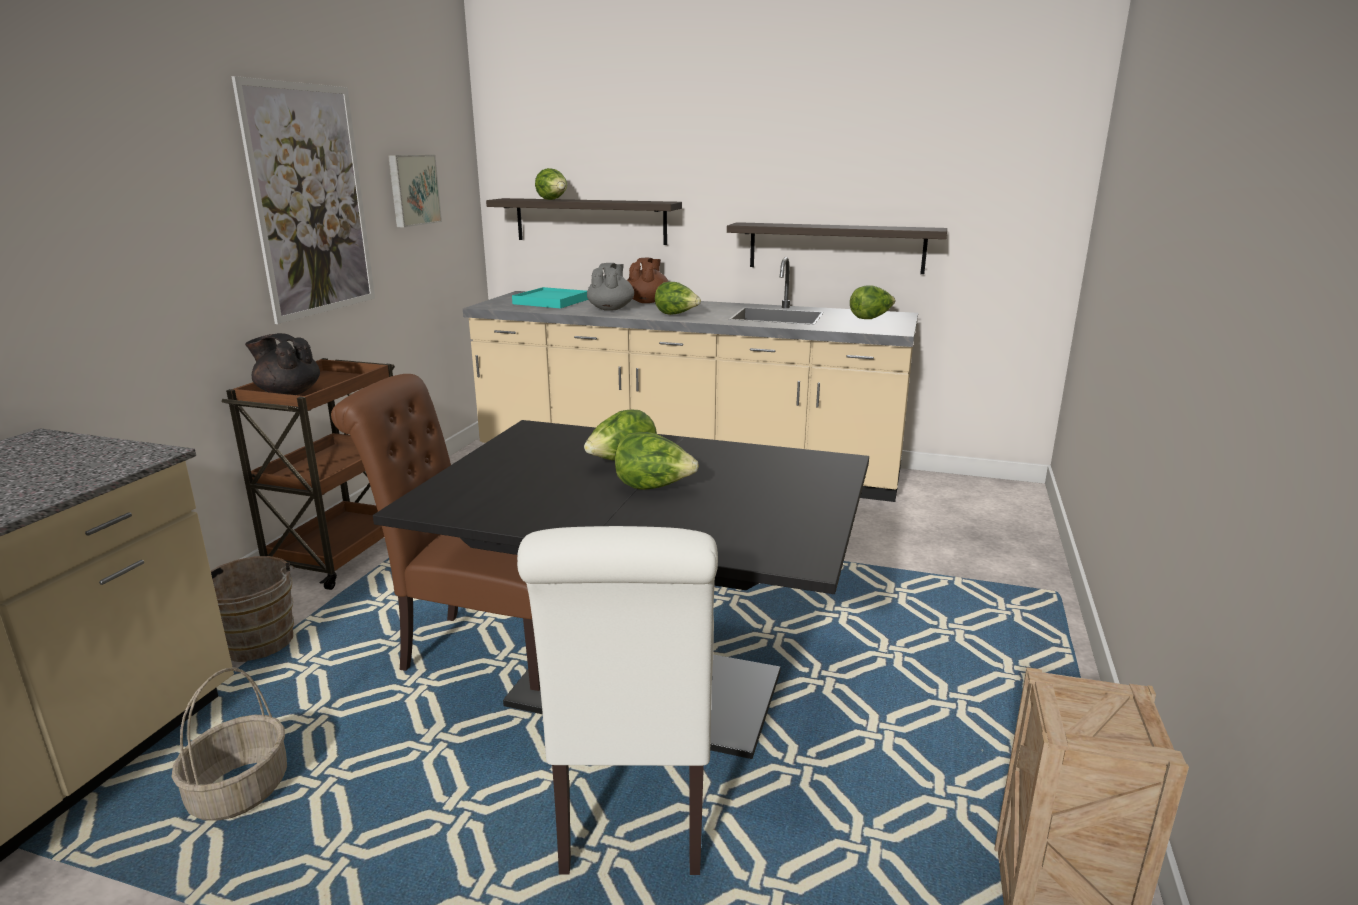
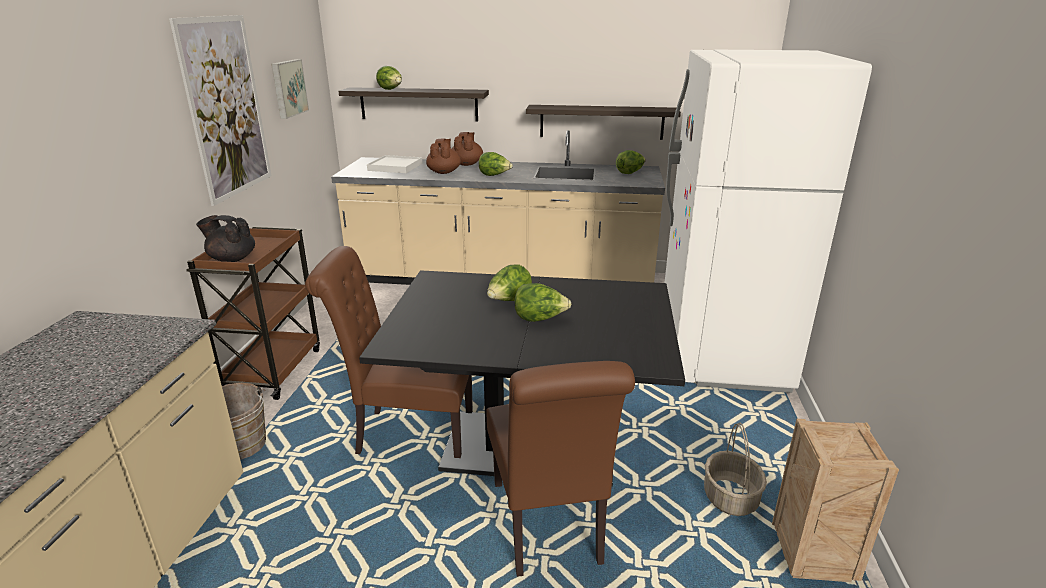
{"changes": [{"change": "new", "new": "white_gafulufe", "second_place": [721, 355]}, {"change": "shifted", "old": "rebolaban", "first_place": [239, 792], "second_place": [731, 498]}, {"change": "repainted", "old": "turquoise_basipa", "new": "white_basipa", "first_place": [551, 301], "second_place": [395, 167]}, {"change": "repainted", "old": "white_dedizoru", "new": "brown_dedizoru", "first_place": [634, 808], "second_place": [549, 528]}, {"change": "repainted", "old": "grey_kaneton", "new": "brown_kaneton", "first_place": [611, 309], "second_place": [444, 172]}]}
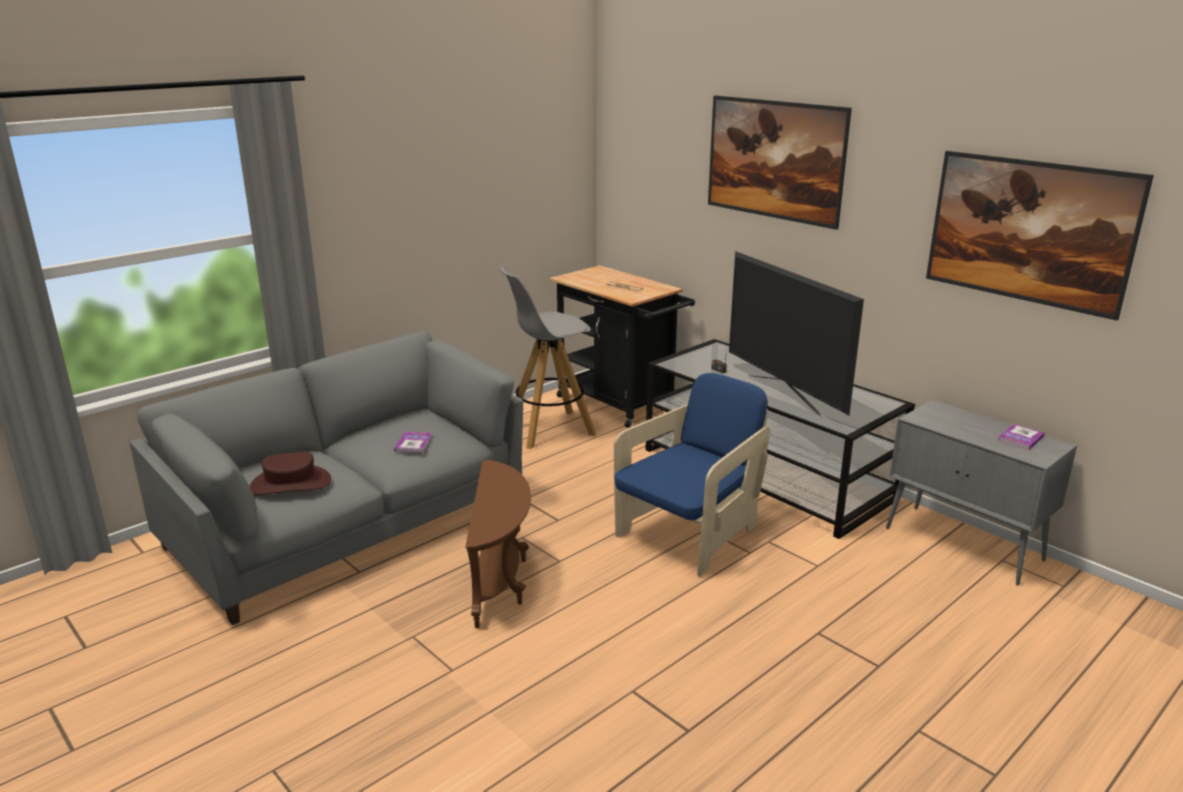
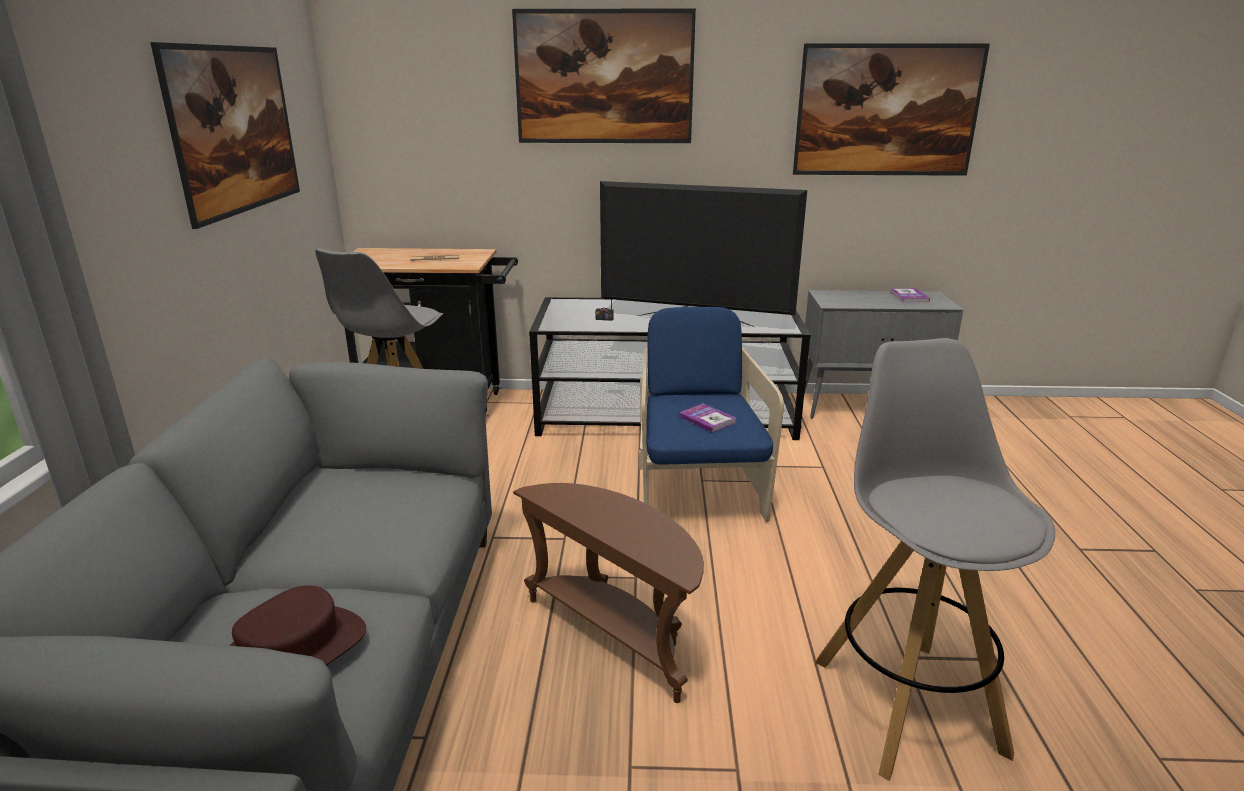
{"changes": [{"change": "new", "new": "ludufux", "second_place": [243, 169]}, {"change": "new", "new": "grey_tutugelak", "second_place": [906, 702]}, {"change": "shifted", "old": "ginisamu", "first_place": [413, 443], "second_place": [707, 419]}]}
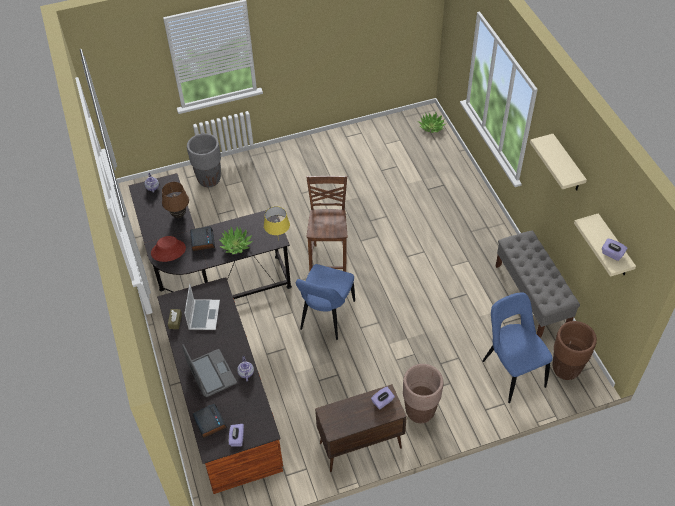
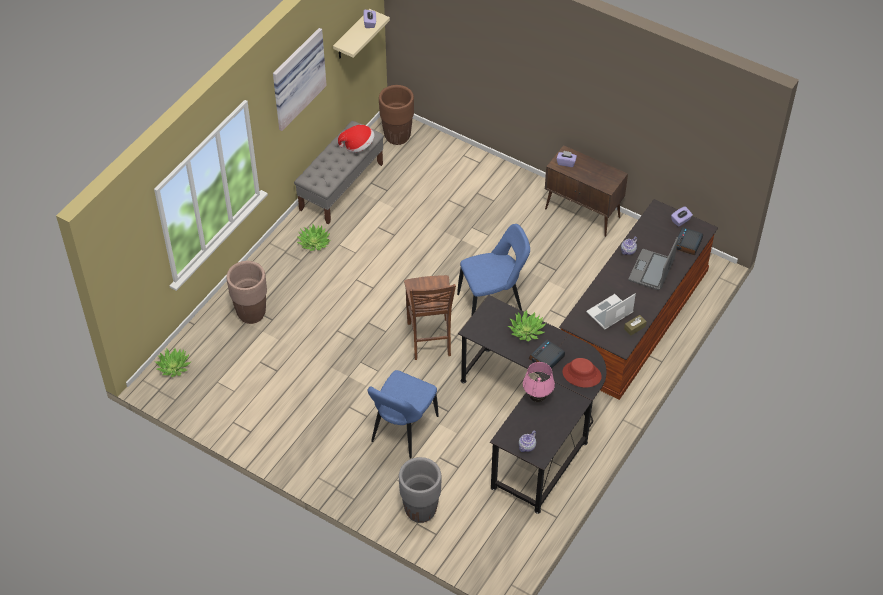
{"changes": [{"change": "gone", "old": "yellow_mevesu", "first_place": [278, 240]}, {"change": "new", "new": "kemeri", "second_place": [314, 242]}, {"change": "new", "new": "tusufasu", "second_place": [358, 145]}, {"change": "shifted", "old": "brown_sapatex", "first_place": [420, 411], "second_place": [251, 313]}, {"change": "shifted", "old": "blue_dedizoru", "first_place": [511, 371], "second_place": [402, 431]}, {"change": "swapped", "old": "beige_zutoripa", "new": "ludufux", "first_place": [567, 164], "second_place": [296, 78]}, {"change": "repainted", "old": "brown_mevesu", "new": "pink_mevesu", "first_place": [179, 215], "second_place": [537, 398]}, {"change": "rotated", "old": "brown_dedizoru", "first_place": [329, 259], "second_place": [429, 340], "degrees": -60}]}
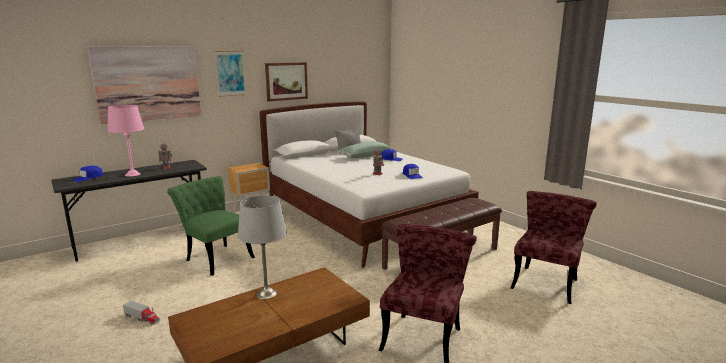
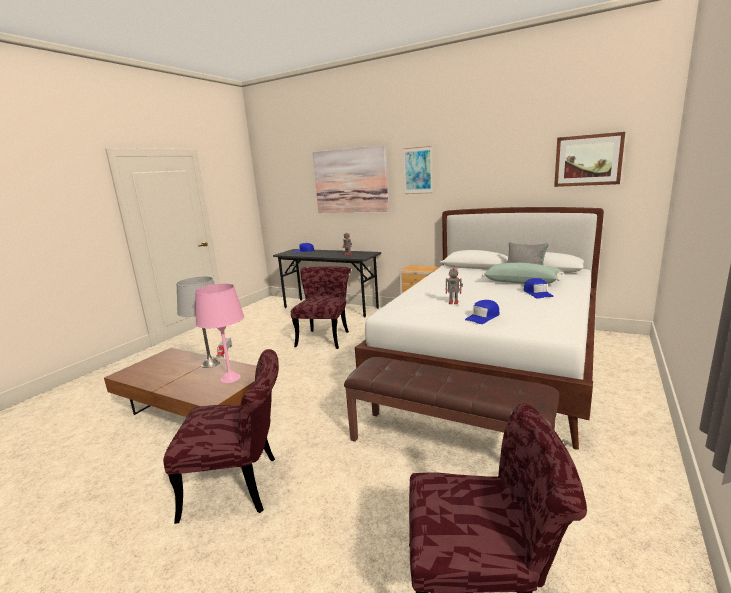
{"changes": [{"change": "shifted", "old": "pink_mevesu", "first_place": [132, 174], "second_place": [230, 378]}, {"change": "shifted", "old": "ludufux", "first_place": [286, 81], "second_place": [588, 160]}, {"change": "repainted", "old": "green_dedizoru", "new": "red_dedizoru", "first_place": [215, 257], "second_place": [325, 337]}]}
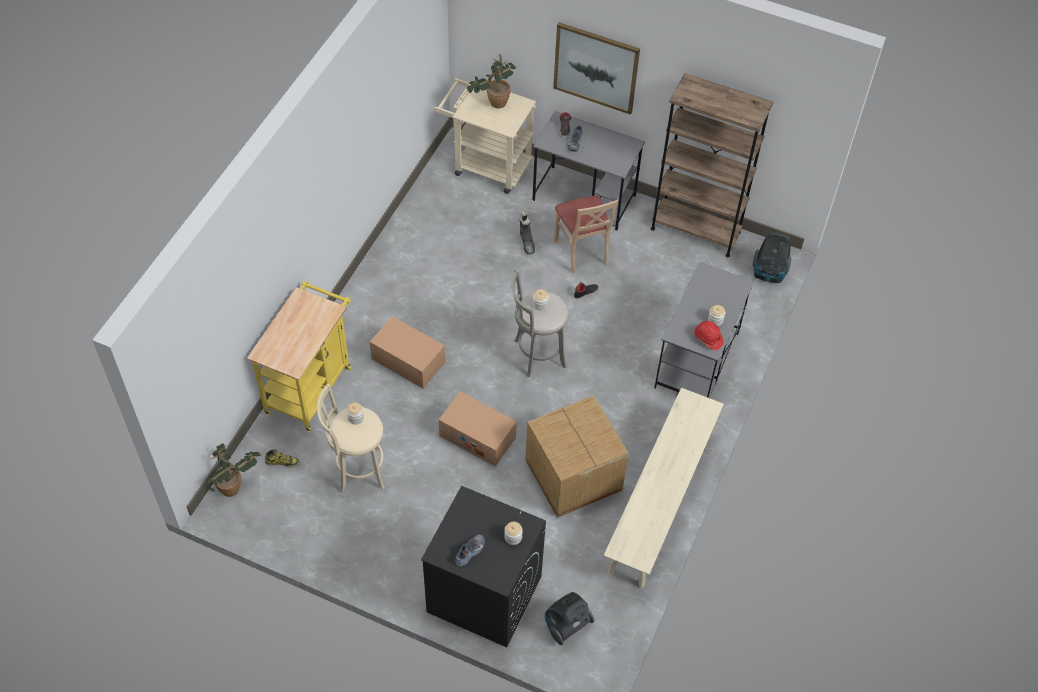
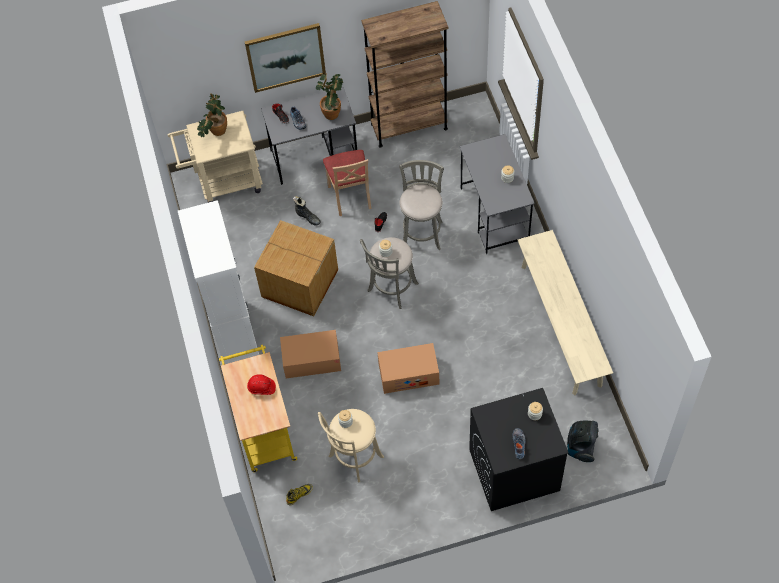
{"changes": [{"change": "gone", "old": "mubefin", "first_place": [769, 274]}, {"change": "new", "new": "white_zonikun", "second_place": [234, 334]}, {"change": "new", "new": "grey_tutugelak", "second_place": [422, 232]}, {"change": "shifted", "old": "kemeri", "first_place": [235, 487], "second_place": [333, 111]}, {"change": "shifted", "old": "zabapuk", "first_place": [573, 476], "second_place": [300, 284]}, {"change": "shifted", "old": "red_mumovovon", "first_place": [708, 339], "second_place": [261, 388]}, {"change": "rotated", "old": "beige_dedizoru", "first_place": [582, 251], "second_place": [350, 196], "degrees": 45}]}
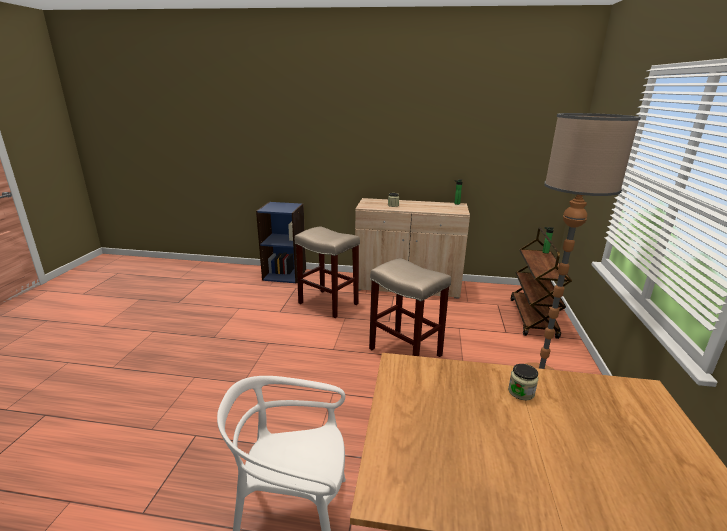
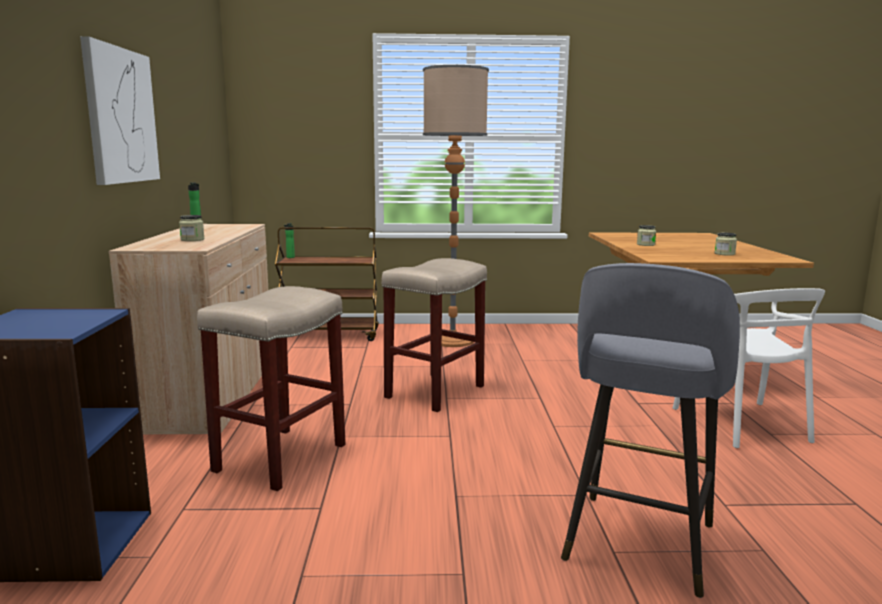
{"changes": [{"change": "new", "new": "ludufux", "second_place": [120, 116]}, {"change": "new", "new": "grey_tutugelak", "second_place": [638, 544]}, {"change": "new", "new": "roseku", "second_place": [724, 254]}]}
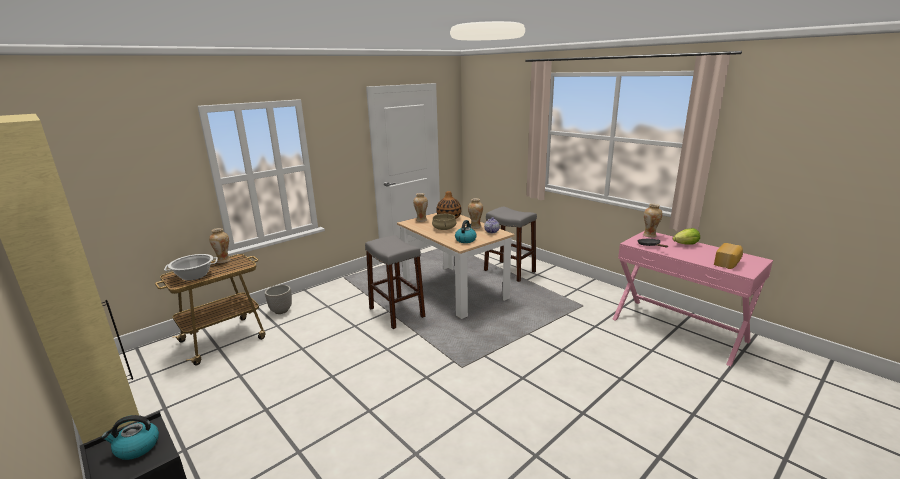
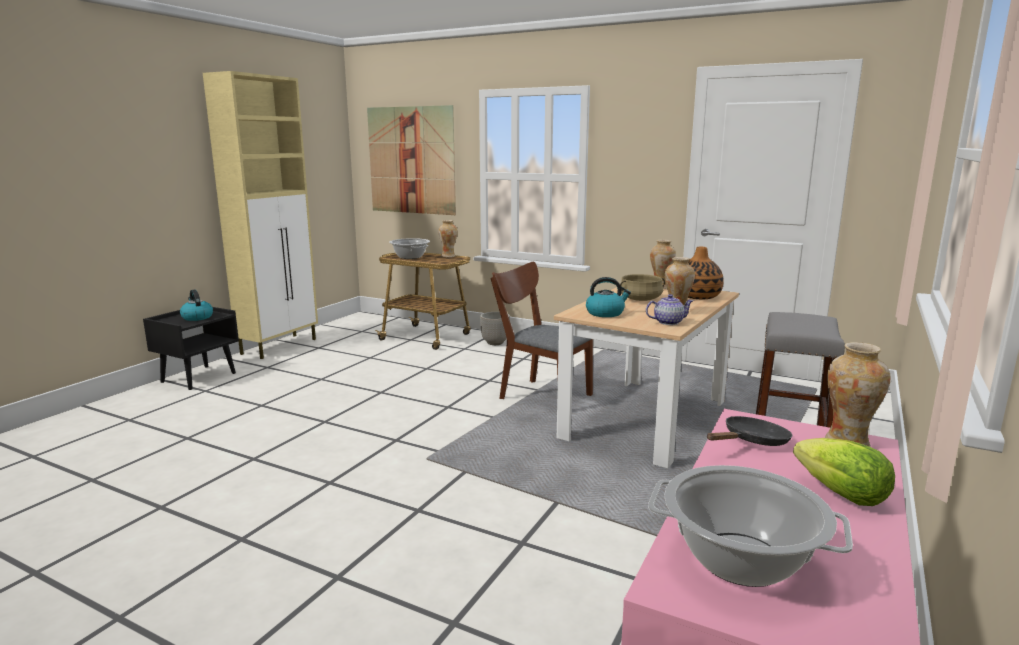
{"changes": [{"change": "new", "new": "ludufux", "second_place": [411, 160]}, {"change": "swapped", "old": "grey_tutugelak", "new": "brown_dedizoru", "first_place": [396, 312], "second_place": [540, 395]}, {"change": "swapped", "old": "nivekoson", "new": "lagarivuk", "first_place": [728, 263], "second_place": [740, 560]}]}
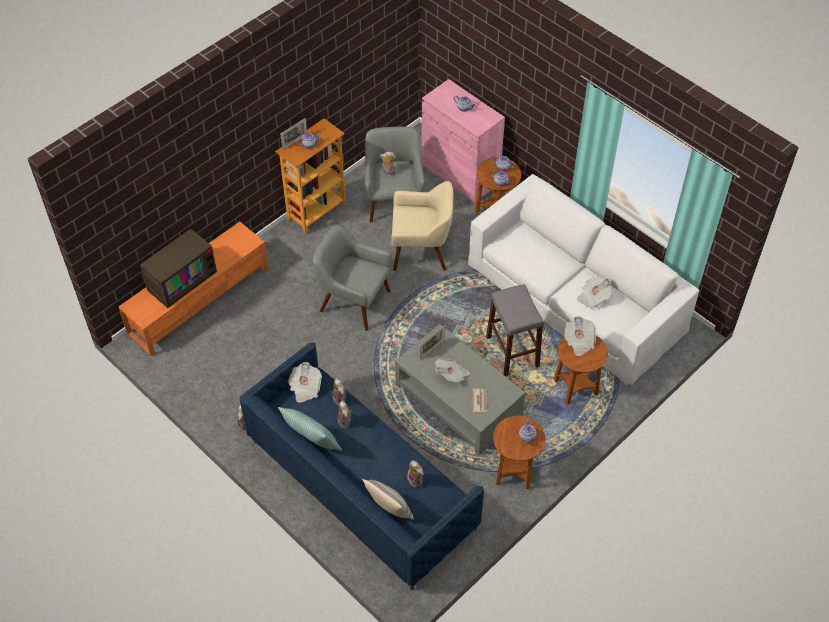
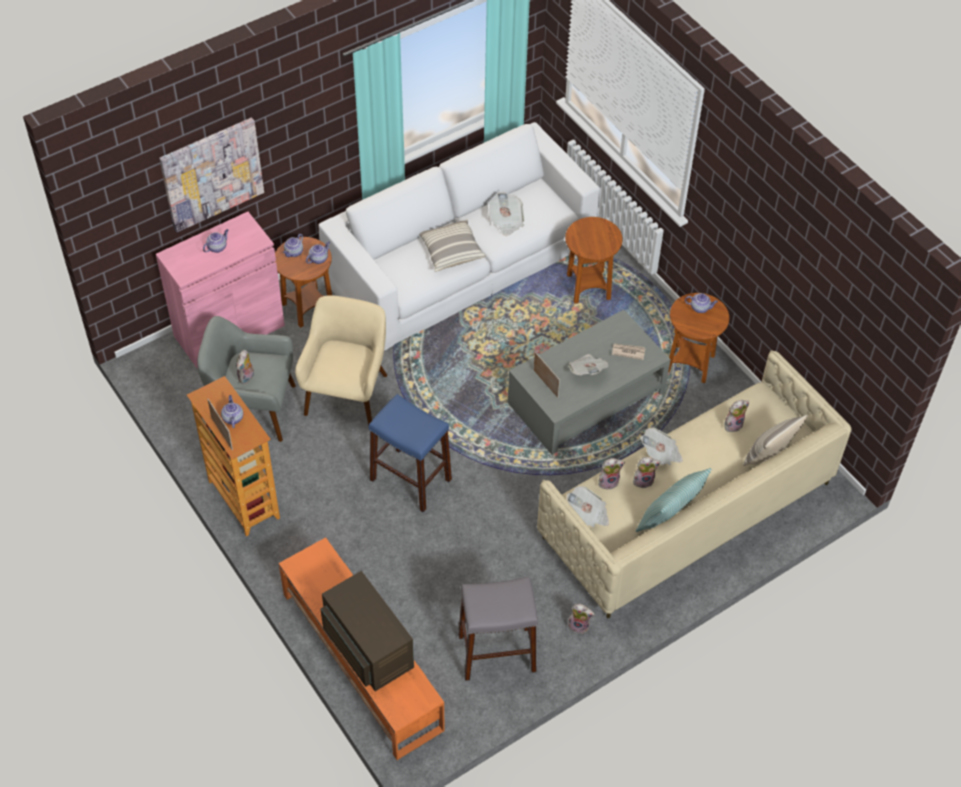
{"changes": [{"change": "new", "new": "ludufux", "second_place": [212, 173]}, {"change": "new", "new": "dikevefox", "second_place": [451, 251]}, {"change": "shifted", "old": "grey_tutugelak", "first_place": [512, 351], "second_place": [496, 653]}, {"change": "shifted", "old": "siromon", "first_place": [579, 341], "second_place": [661, 454]}, {"change": "swapped", "old": "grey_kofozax", "new": "blue_tutugelak", "first_place": [353, 301], "second_place": [410, 479]}, {"change": "repainted", "old": "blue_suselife", "new": "beige_suselife", "first_place": [361, 484], "second_place": [686, 511]}]}
